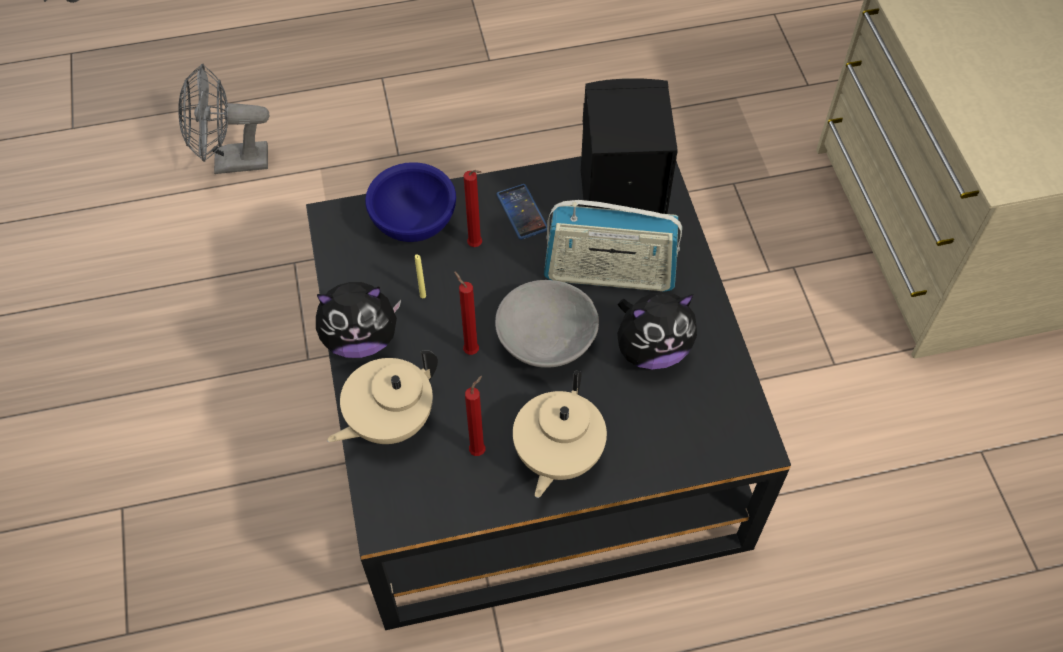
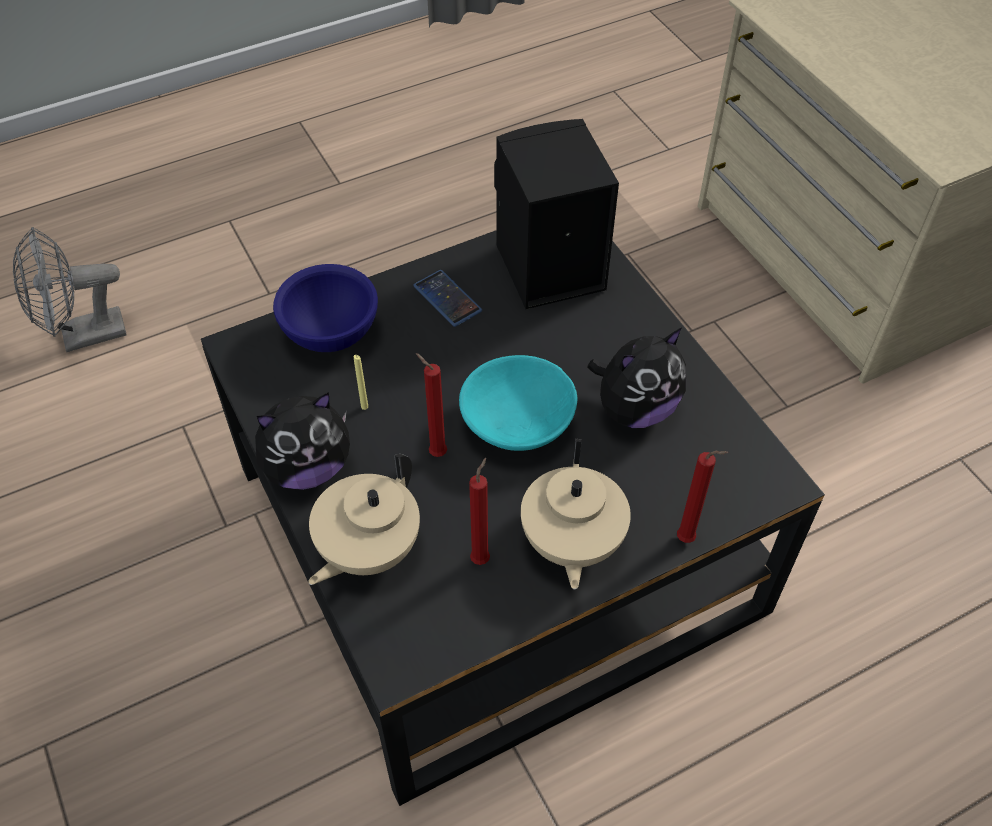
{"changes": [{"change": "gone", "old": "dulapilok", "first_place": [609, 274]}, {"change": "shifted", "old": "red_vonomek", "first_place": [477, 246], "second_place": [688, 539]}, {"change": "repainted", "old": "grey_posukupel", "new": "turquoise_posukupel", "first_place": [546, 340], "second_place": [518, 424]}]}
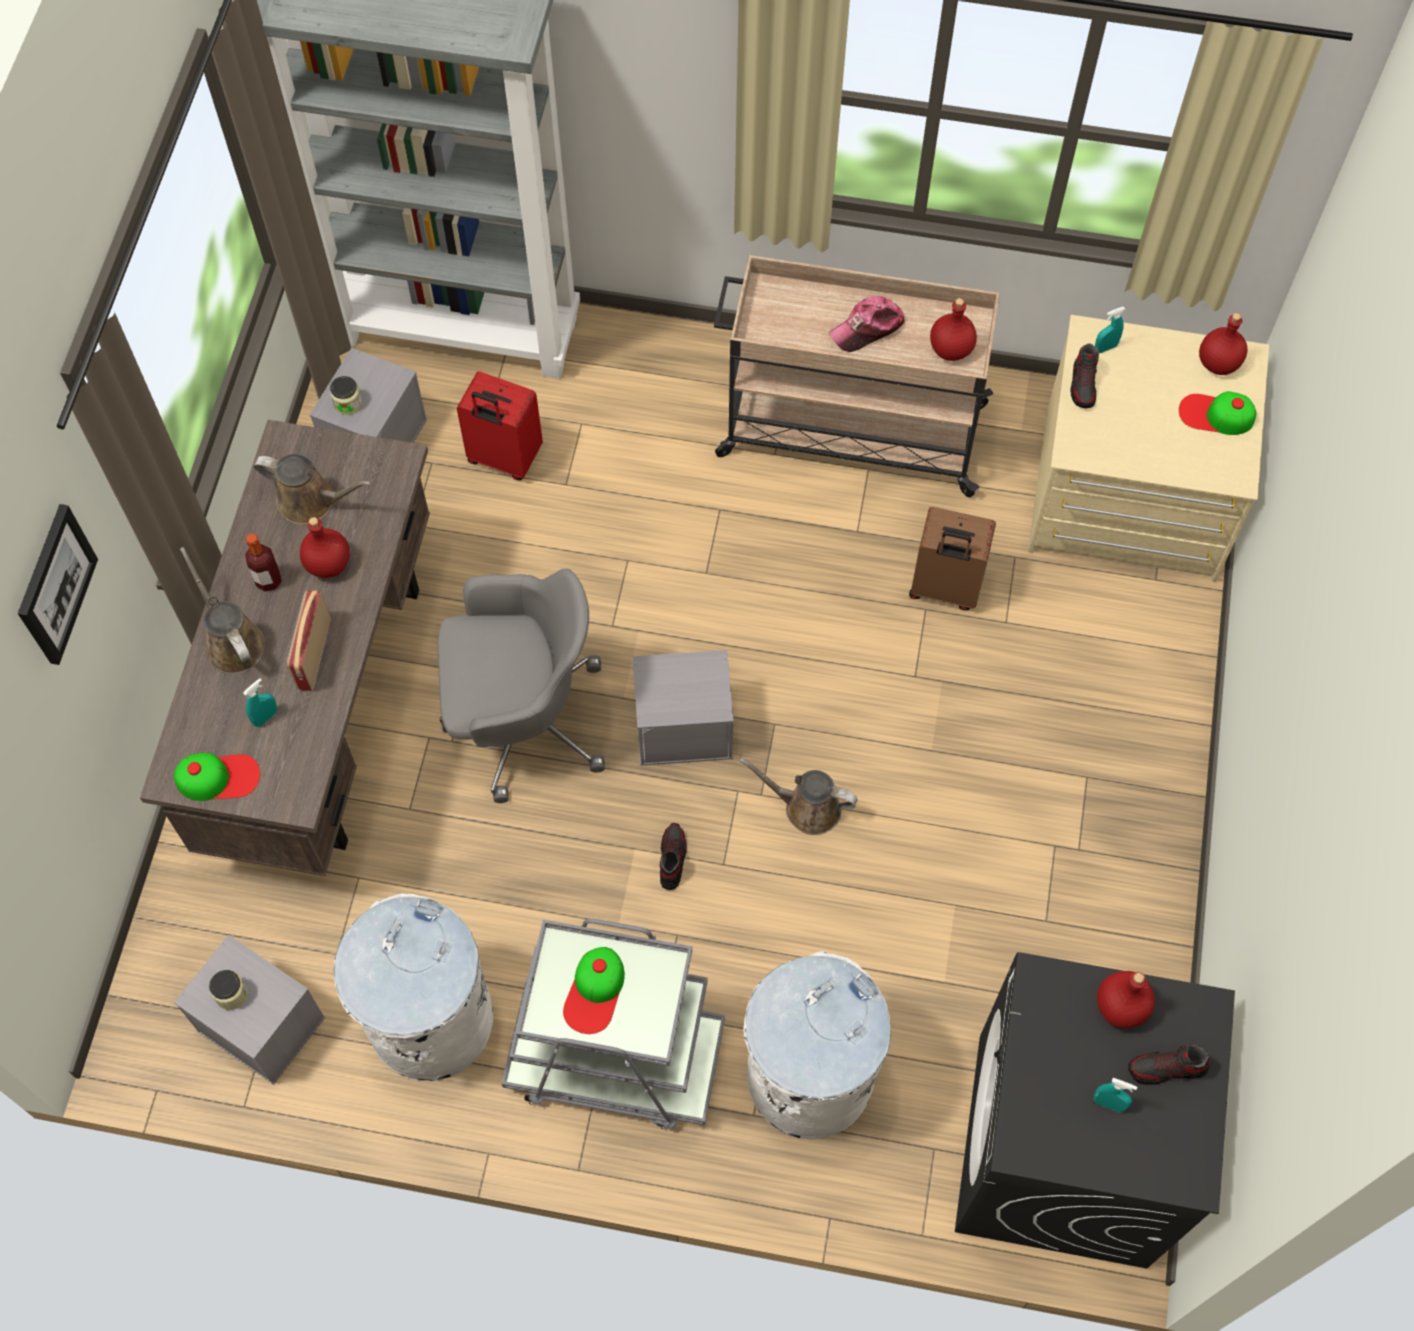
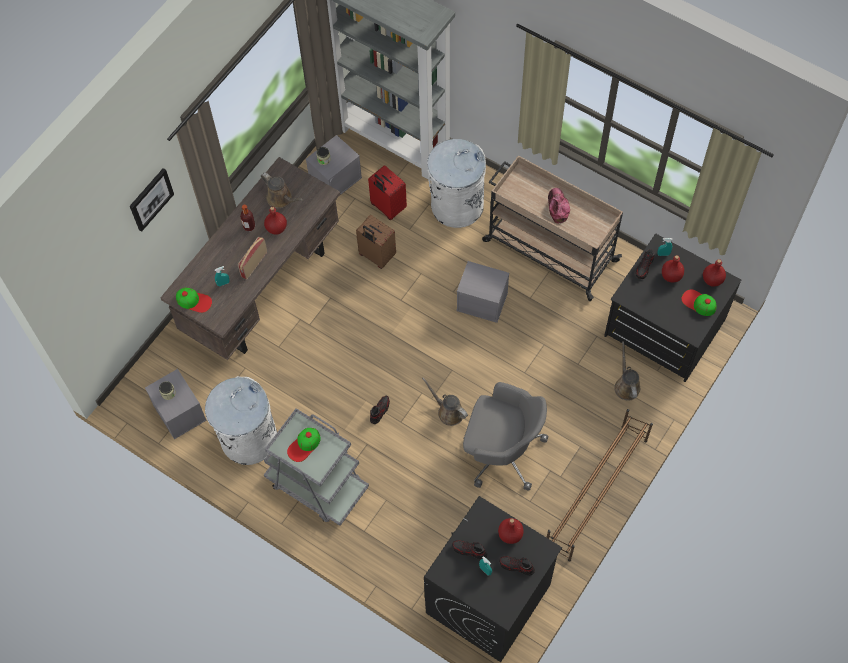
{"changes": [{"change": "new", "new": "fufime", "second_place": [469, 550]}, {"change": "new", "new": "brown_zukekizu", "second_place": [596, 492]}, {"change": "shifted", "old": "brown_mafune", "first_place": [232, 642], "second_place": [626, 385]}, {"change": "shifted", "old": "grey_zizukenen", "first_place": [522, 719], "second_place": [501, 451]}, {"change": "shifted", "old": "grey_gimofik", "first_place": [684, 726], "second_place": [483, 301]}, {"change": "shifted", "old": "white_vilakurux", "first_place": [808, 1076], "second_place": [456, 205]}, {"change": "shifted", "old": "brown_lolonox", "first_place": [944, 589], "second_place": [376, 256]}, {"change": "shifted", "old": "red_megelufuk", "first_place": [950, 349], "second_place": [671, 276]}, {"change": "repainted", "old": "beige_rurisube", "new": "black_rurisube", "first_place": [1128, 498], "second_place": [664, 329]}, {"change": "rotated", "old": "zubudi", "first_place": [867, 328], "second_place": [557, 207], "degrees": 90}]}
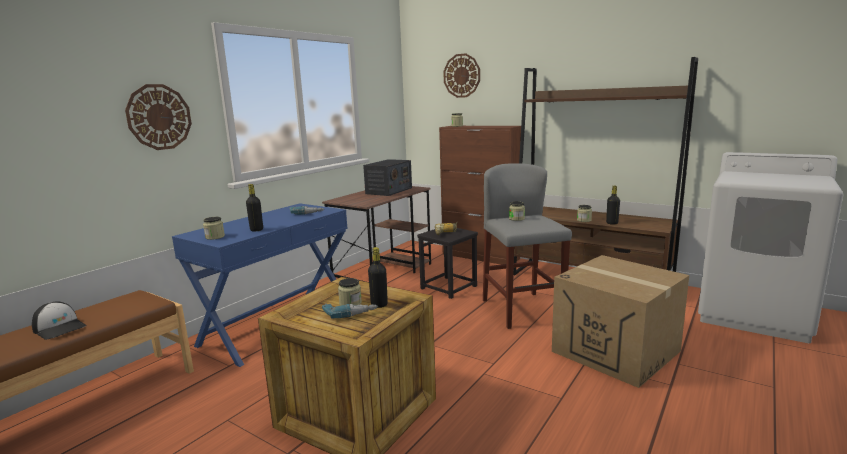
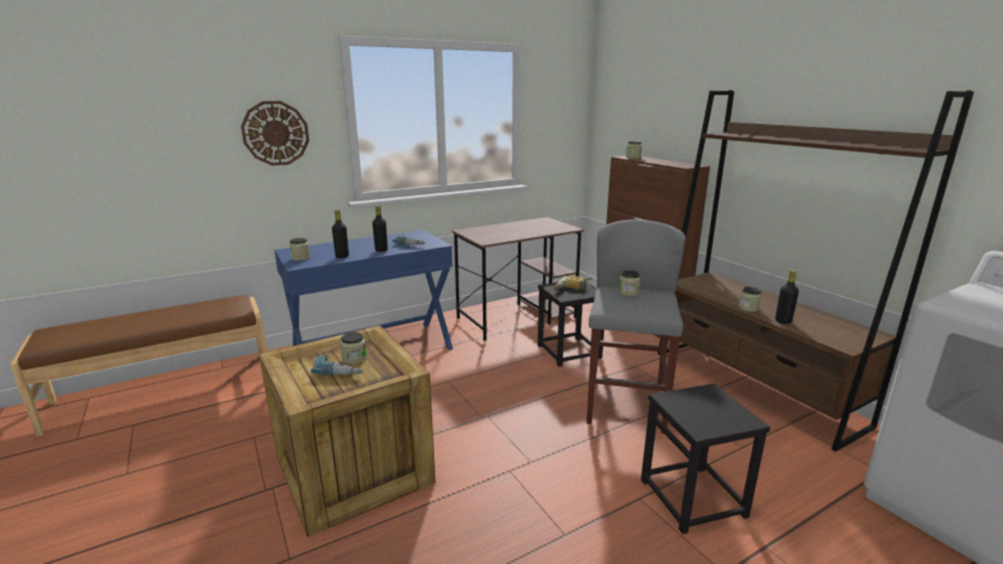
{"changes": [{"change": "gone", "old": "zubudi", "first_place": [60, 328]}, {"change": "gone", "old": "dulapilok", "first_place": [389, 191]}, {"change": "gone", "old": "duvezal", "first_place": [461, 75]}, {"change": "shifted", "old": "black_megelufuk", "first_place": [379, 304], "second_place": [381, 250]}, {"change": "swapped", "old": "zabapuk", "new": "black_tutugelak", "first_place": [616, 351], "second_place": [693, 498]}]}
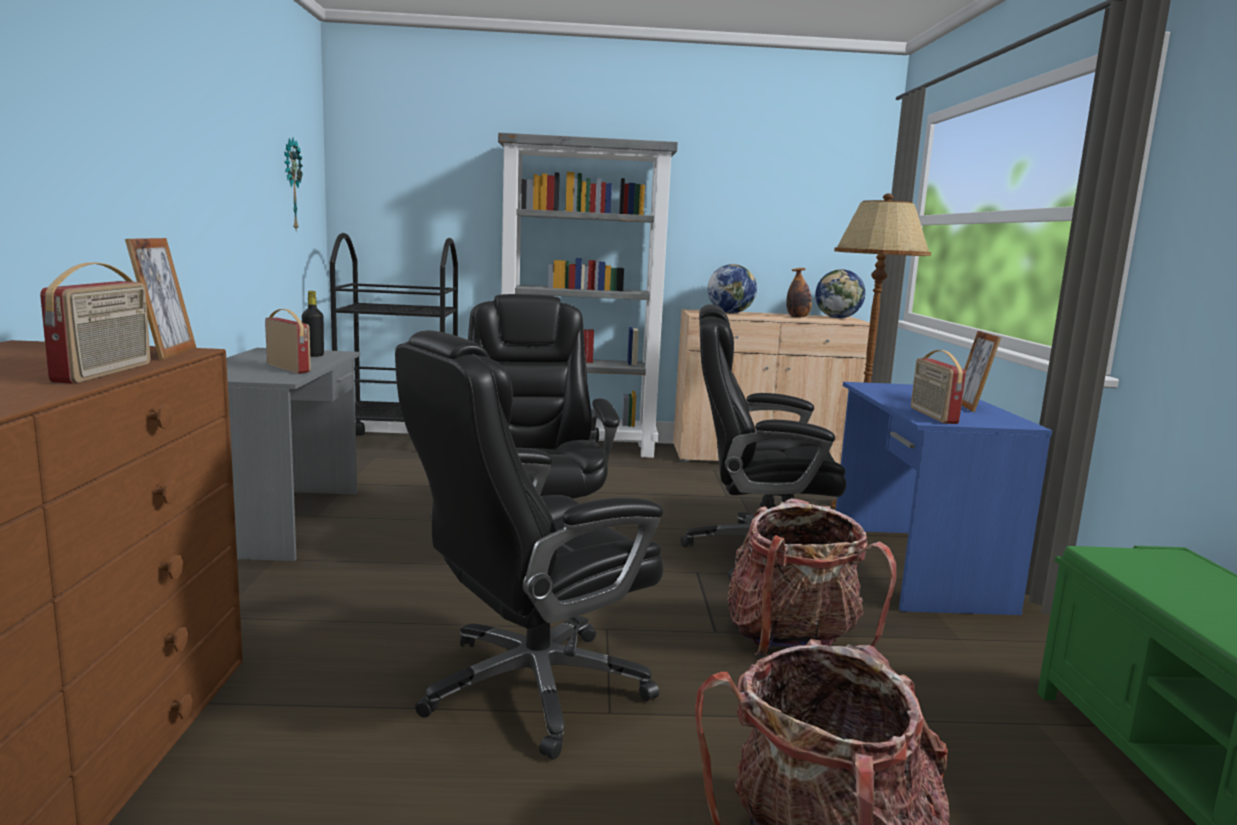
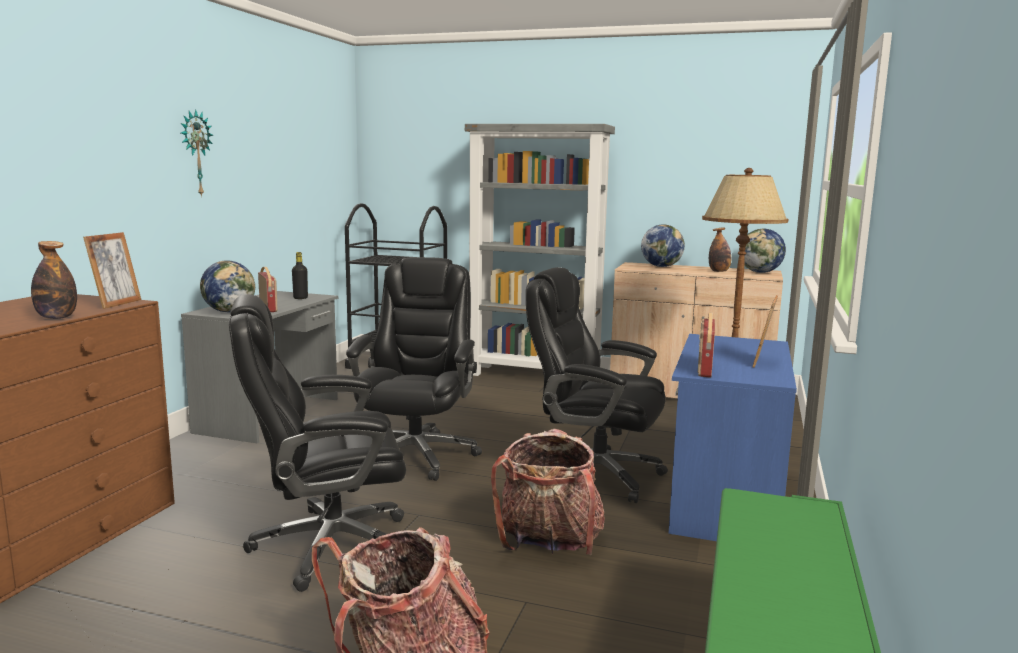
{"changes": [{"change": "new", "new": "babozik", "second_place": [230, 311]}, {"change": "shifted", "old": "duvezal", "first_place": [290, 184], "second_place": [195, 153]}, {"change": "swapped", "old": "dulapilok", "new": "megelufuk", "first_place": [105, 373], "second_place": [56, 317]}]}
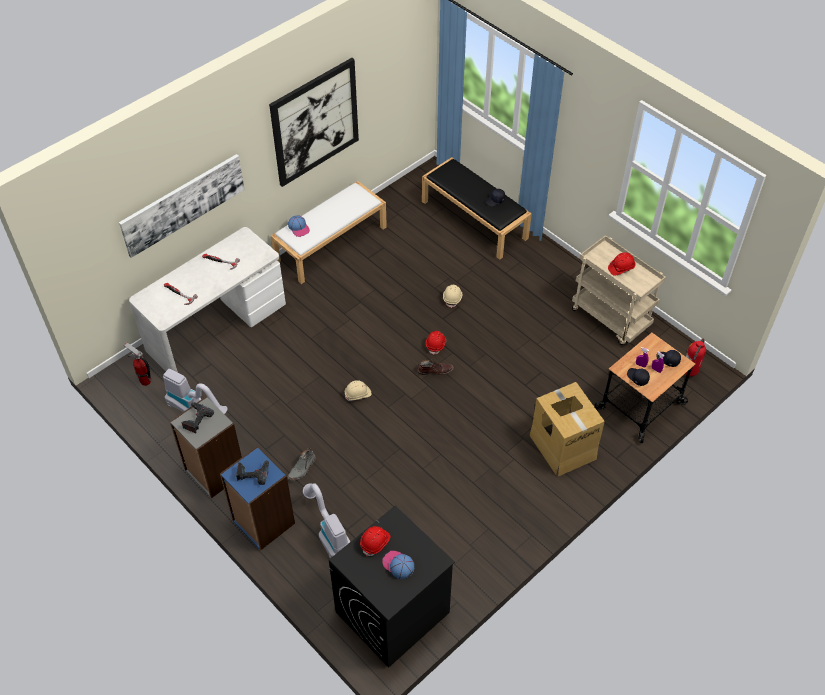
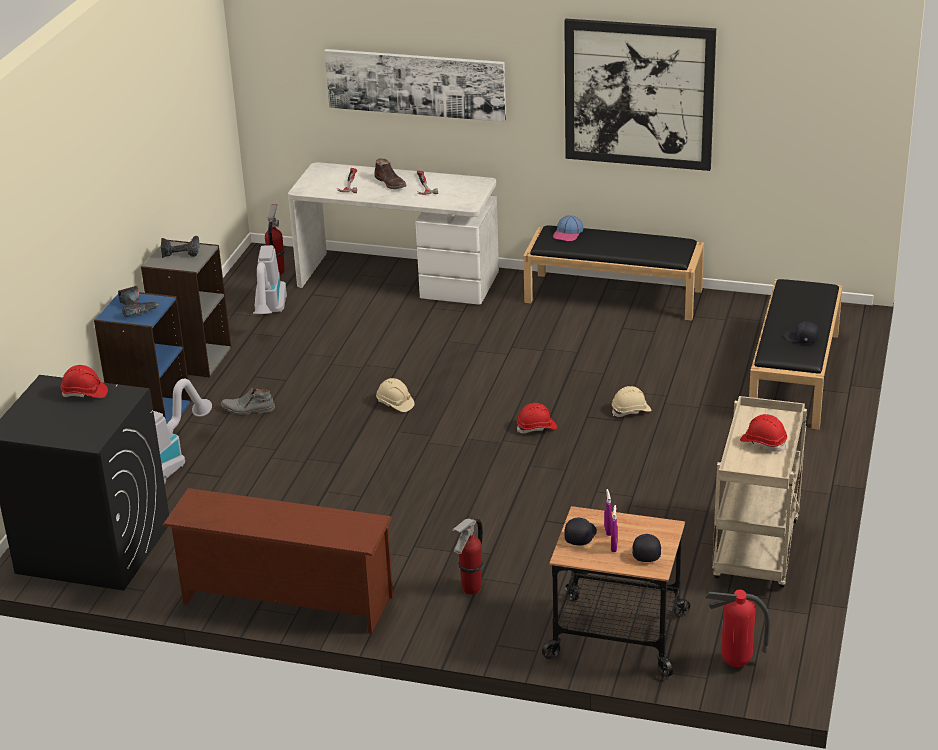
{"changes": [{"change": "gone", "old": "zubudi", "first_place": [398, 565]}, {"change": "new", "new": "brown_zukekizu", "second_place": [285, 601]}, {"change": "shifted", "old": "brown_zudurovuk", "first_place": [435, 370], "second_place": [391, 183]}, {"change": "swapped", "old": "zabapuk", "new": "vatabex", "first_place": [563, 446], "second_place": [471, 589]}, {"change": "repainted", "old": "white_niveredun", "new": "black_niveredun", "first_place": [331, 243], "second_place": [614, 295]}]}
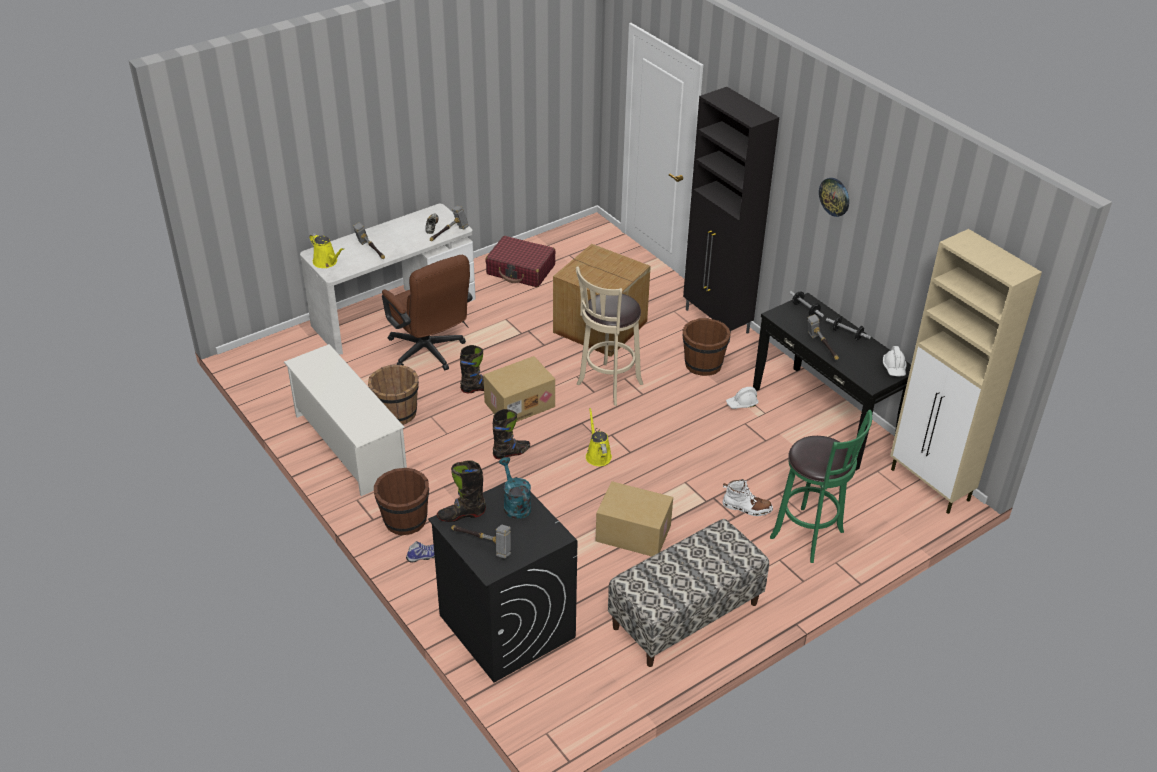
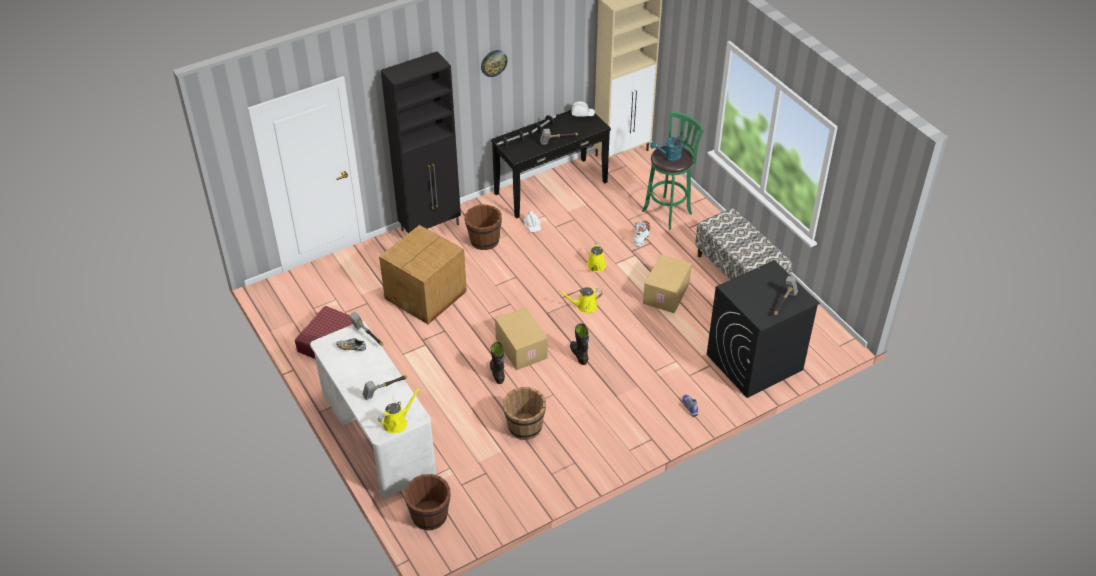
{"changes": [{"change": "gone", "old": "white_zukekizu", "first_place": [349, 445]}, {"change": "gone", "old": "brown_zizukenen", "first_place": [430, 353]}, {"change": "gone", "old": "black_zudurovuk", "first_place": [461, 515]}, {"change": "gone", "old": "beige_tutugelak", "first_place": [607, 386]}, {"change": "new", "new": "yellow_mafune", "second_place": [596, 266]}, {"change": "shifted", "old": "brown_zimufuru", "first_place": [404, 520], "second_place": [430, 516]}, {"change": "shifted", "old": "turquoise_mafune", "first_place": [515, 504], "second_place": [669, 157]}]}
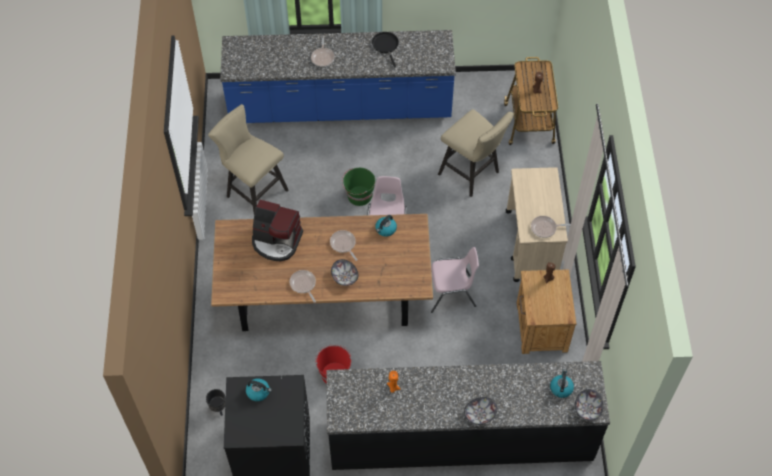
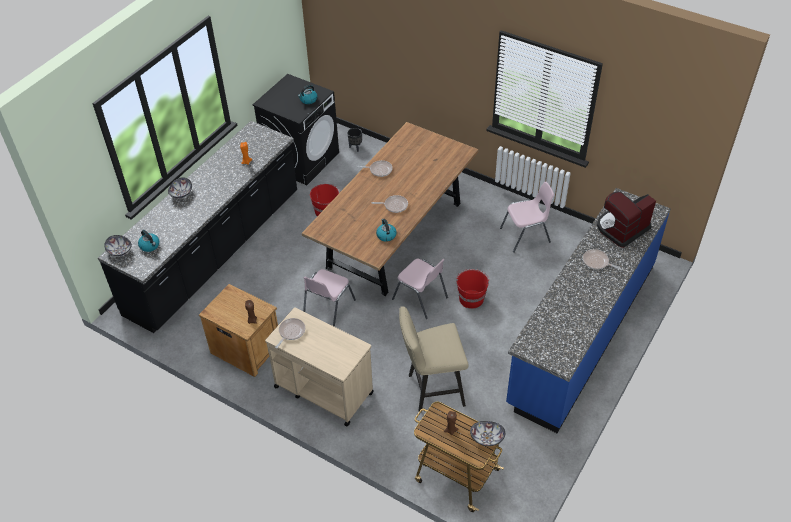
{"changes": [{"change": "gone", "old": "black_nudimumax", "first_place": [386, 45]}, {"change": "shifted", "old": "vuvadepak", "first_place": [276, 241], "second_place": [621, 229]}, {"change": "shifted", "old": "posukupel", "first_place": [344, 277], "second_place": [487, 437]}, {"change": "swapped", "old": "beige_tutugelak", "new": "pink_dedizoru", "first_place": [253, 192], "second_place": [526, 236]}, {"change": "repainted", "old": "green_zimufuru", "new": "red_zimufuru", "first_place": [359, 196], "second_place": [471, 298]}]}
